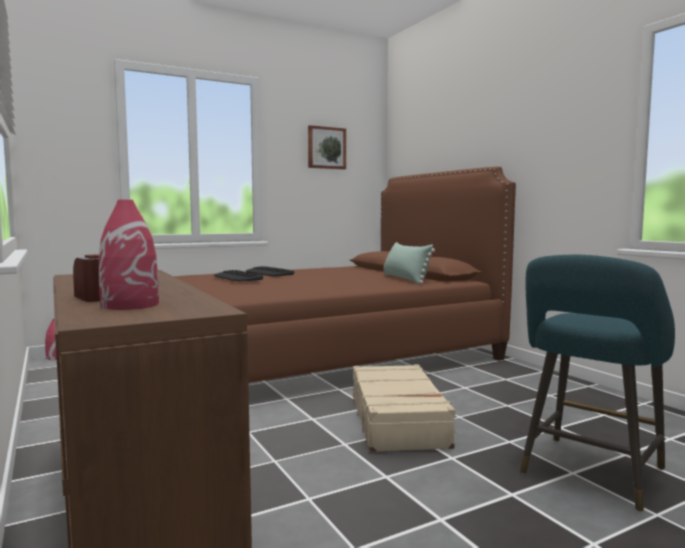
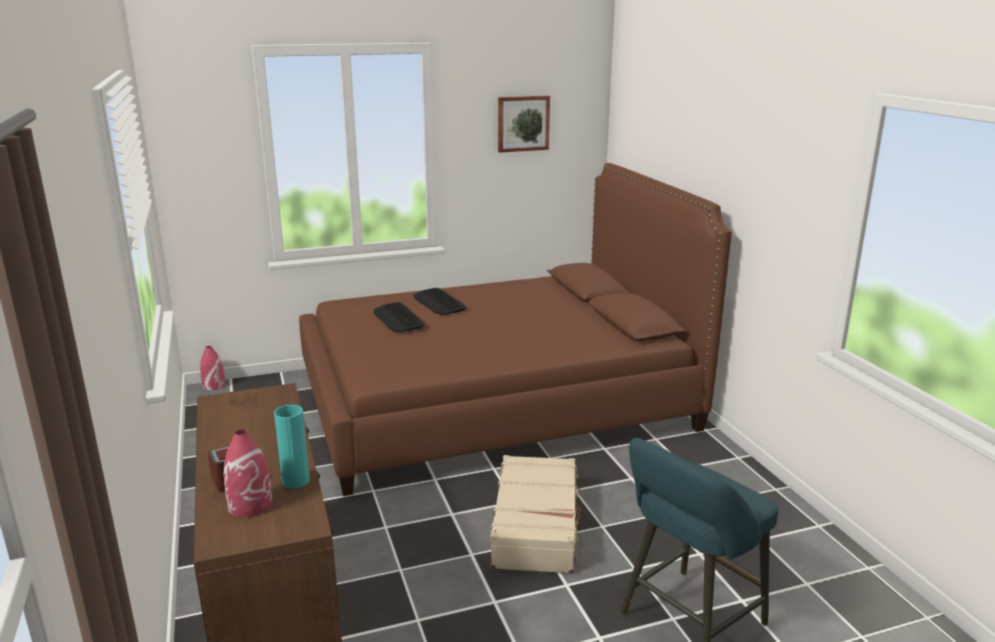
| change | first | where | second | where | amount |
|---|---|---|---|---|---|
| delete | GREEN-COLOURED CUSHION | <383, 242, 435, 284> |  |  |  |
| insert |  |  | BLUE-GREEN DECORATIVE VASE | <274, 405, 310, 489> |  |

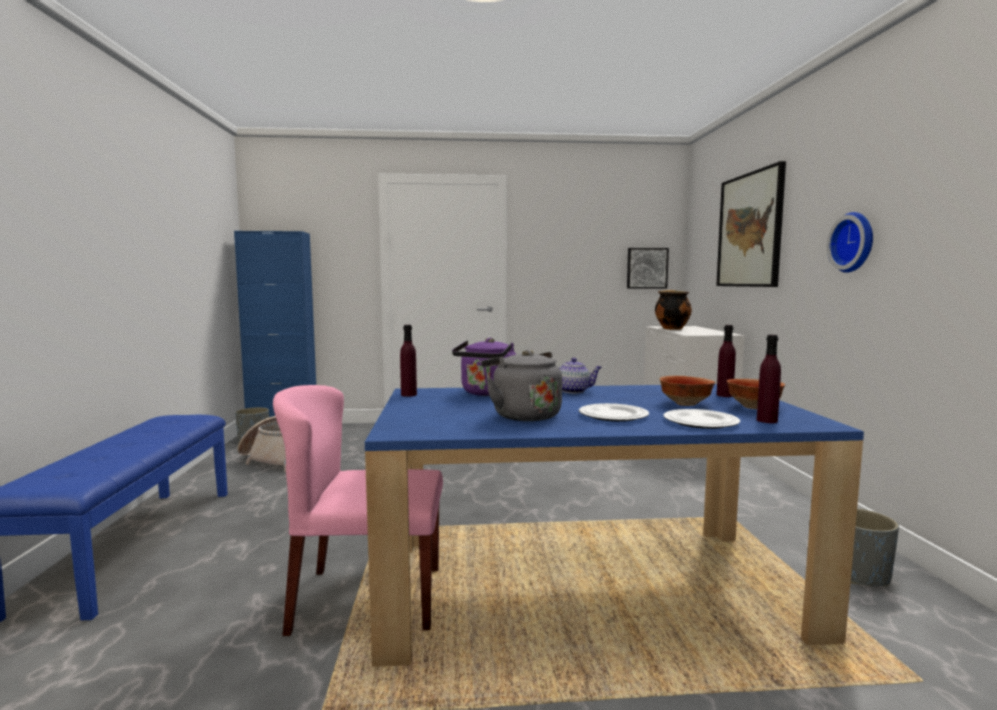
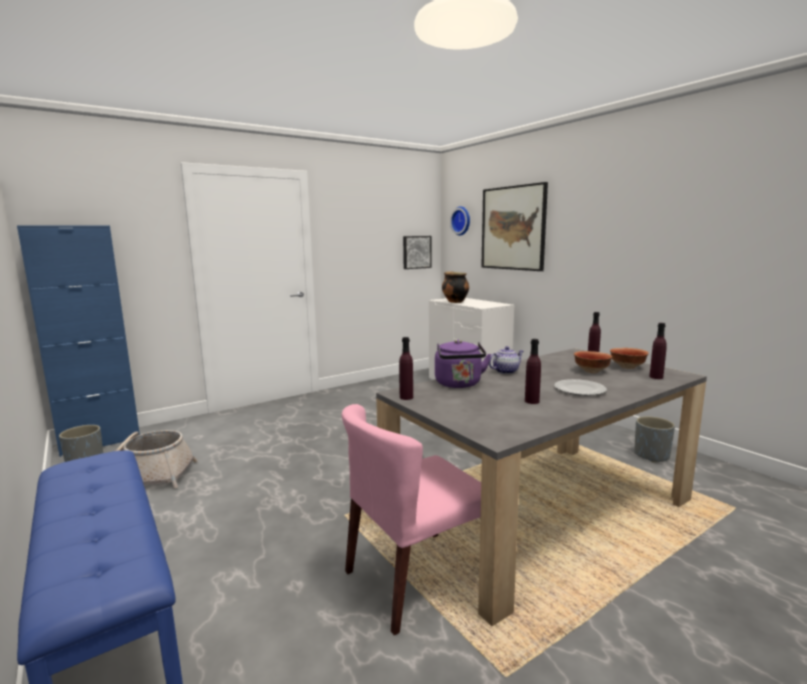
| change | first | where | second | where | amount |
|---|---|---|---|---|---|
| recolor | BLUE DINNER TABLE | <365, 384, 864, 667> | GREYISH DINNER TABLE | <376, 348, 707, 626> |  |
| replace | GREYISH KETTLE | <481, 350, 562, 421> | PURPLE-COLOURED DRINK BOTTLE | <525, 339, 541, 404> |  |
| delete | DINNER PLATE | <663, 409, 740, 429> |  |  |  |
| move | WALL CLOCK | <827, 212, 873, 273> |  | <450, 206, 470, 236> |  |

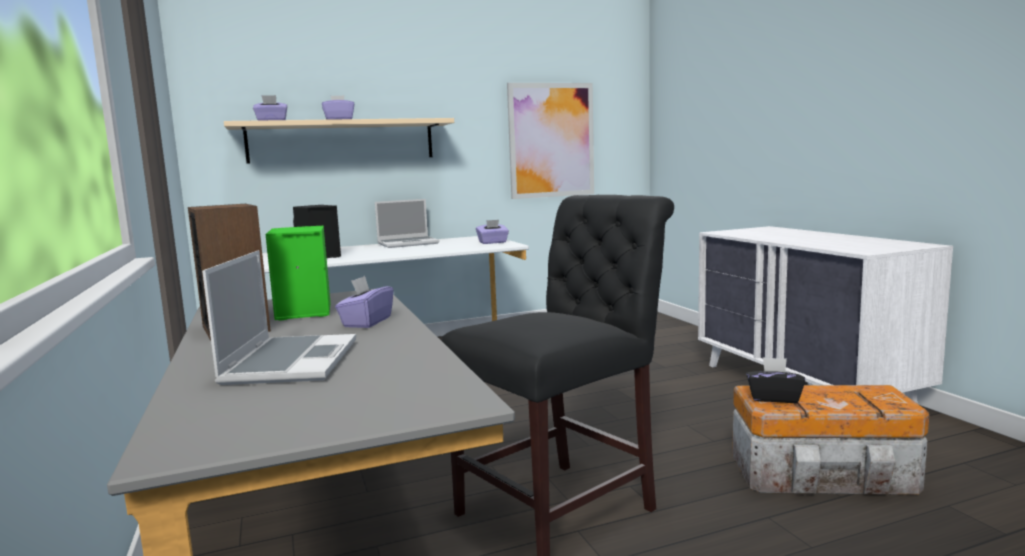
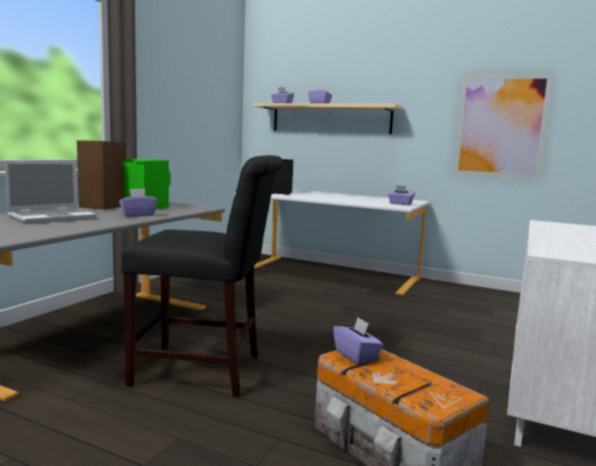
| change | first | where | second | where | amount |
|---|---|---|---|---|---|
| delete | NOTEBOOK COMPUTER | <375, 199, 440, 248> |  |  |  |
| recolor | BLACKISH BOX OF TISSUES | <746, 357, 805, 403> | PURPLE-COLOURED BOX OF TISSUES | <333, 318, 383, 365> |  |

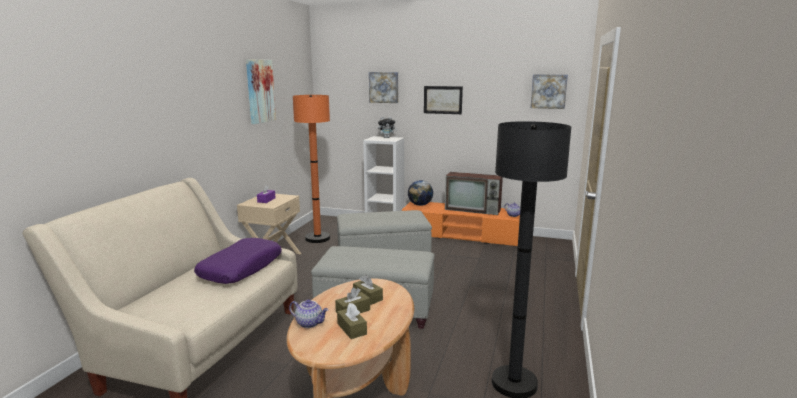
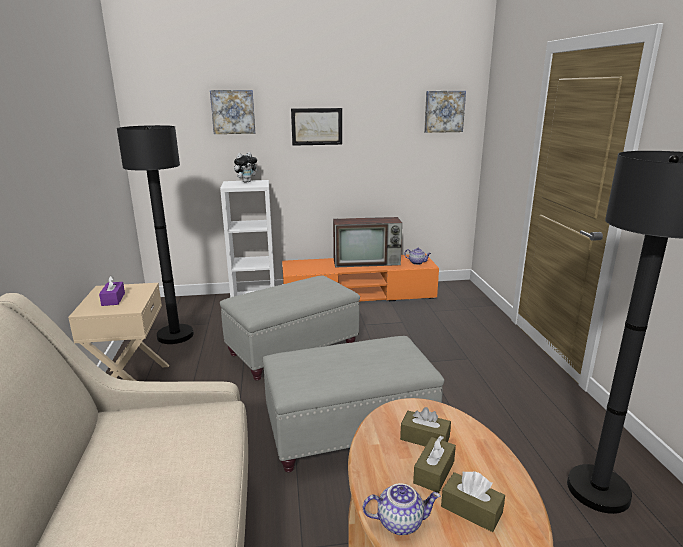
| change | first | where | second | where | amount |
|---|---|---|---|---|---|
| delete | PURPLE-COLOURED CUSHION | <194, 238, 282, 284> |  |  |  |
| delete | PICTURE | <246, 59, 276, 124> |  |  |  |
| recolor | ORANGEY FLOOR LAMP | <293, 95, 330, 243> | BLACKISH FLOOR LAMP | <117, 125, 194, 344> |  |
| delete | GLOBE | <408, 180, 433, 206> |  |  |  |

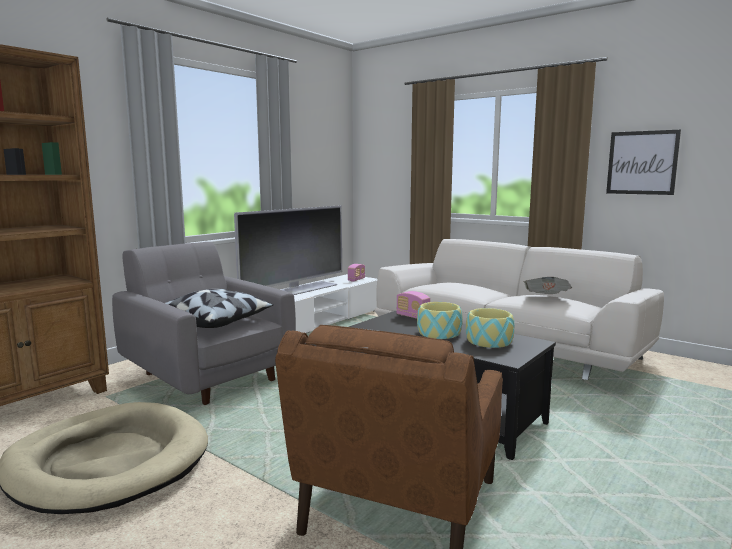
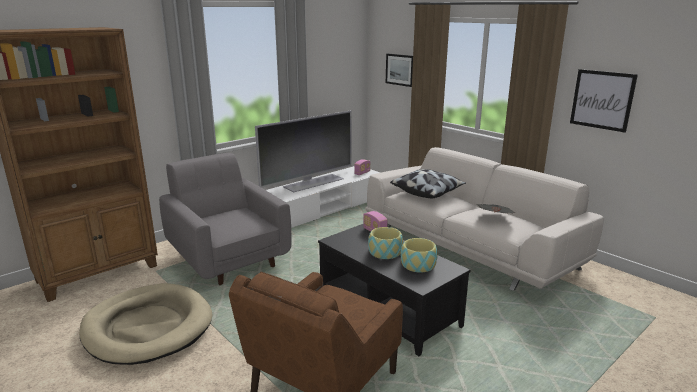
| change | first | where | second | where | amount |
|---|---|---|---|---|---|
| move | CUSHION | <165, 289, 274, 328> |  | <390, 169, 466, 198> |  |
| insert |  |  | PICTURE | <386, 54, 413, 87> |  |

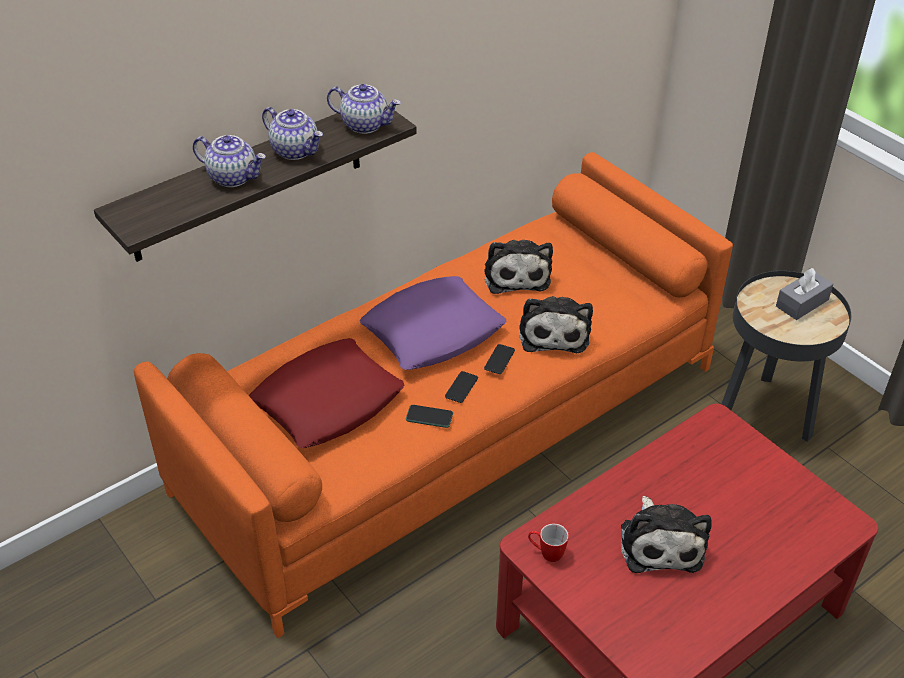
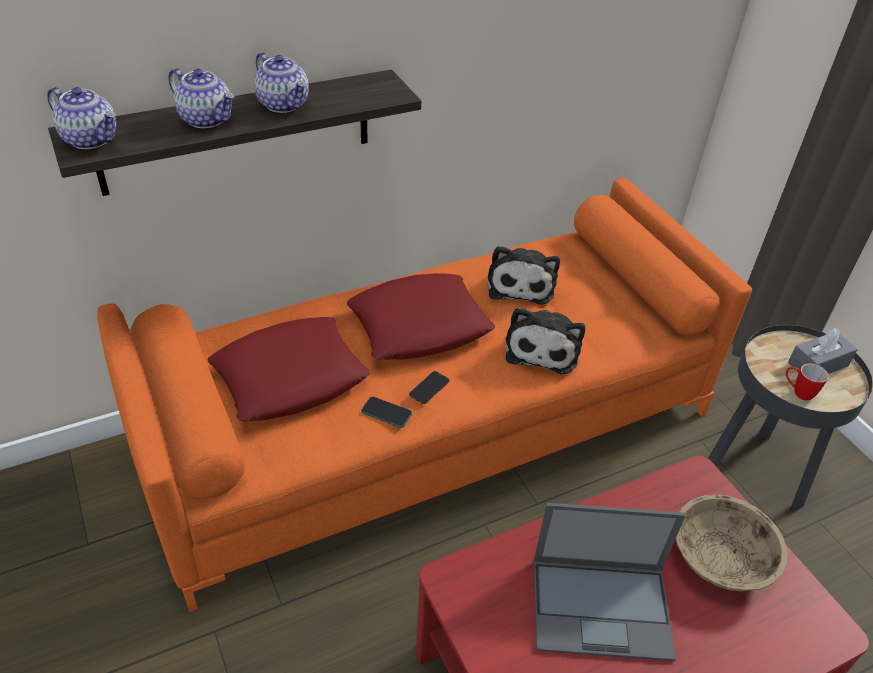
| change | first | where | second | where | amount |
|---|---|---|---|---|---|
| move | POT FOR TEA | <327, 84, 401, 134> |  | <47, 87, 116, 149> |  |
| recolor | PURPLE-COLOURED CUSHION | <360, 276, 506, 370> | RED-COLOURED CUSHION | <347, 273, 495, 360> |  |
| delete | HANDSET | <484, 344, 515, 374> |  |  |  |
| move | COFFEE MUG | <528, 523, 569, 562> |  | <786, 363, 829, 400> |  |
| replace | SOFT TOY | <621, 496, 712, 573> | NOTEBOOK COMPUTER | <533, 503, 686, 661> |  |
| insert |  |  | SAND-COLOURED DEEP DISH | <676, 494, 787, 591> |  |

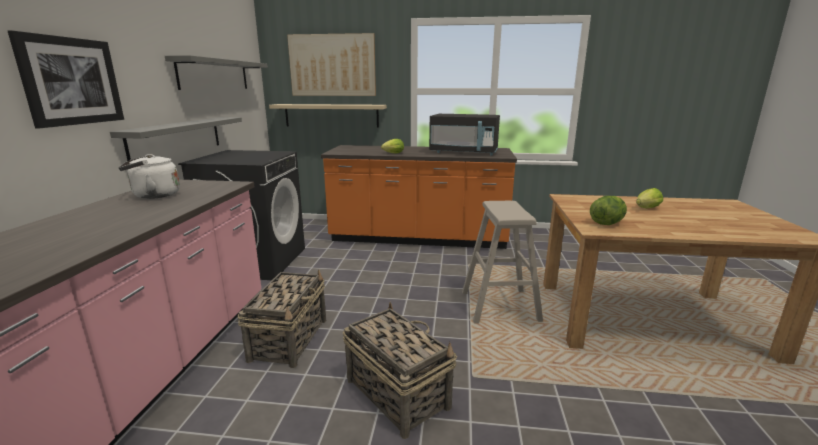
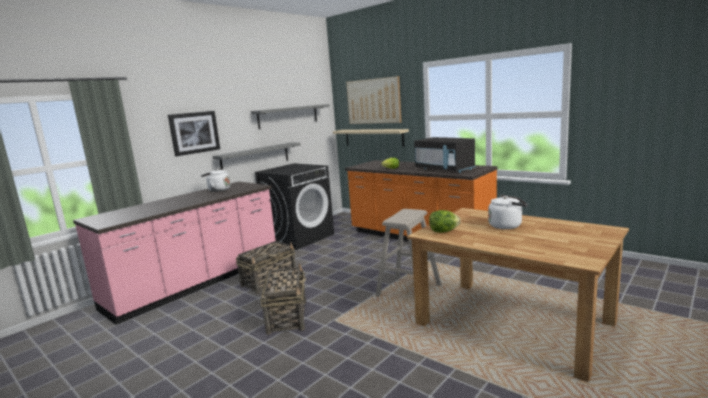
| change | first | where | second | where | amount |
|---|---|---|---|---|---|
| replace | LETTUCE | <636, 188, 663, 208> | WHITE-COLOURED KETTLE | <488, 195, 528, 229> |  |

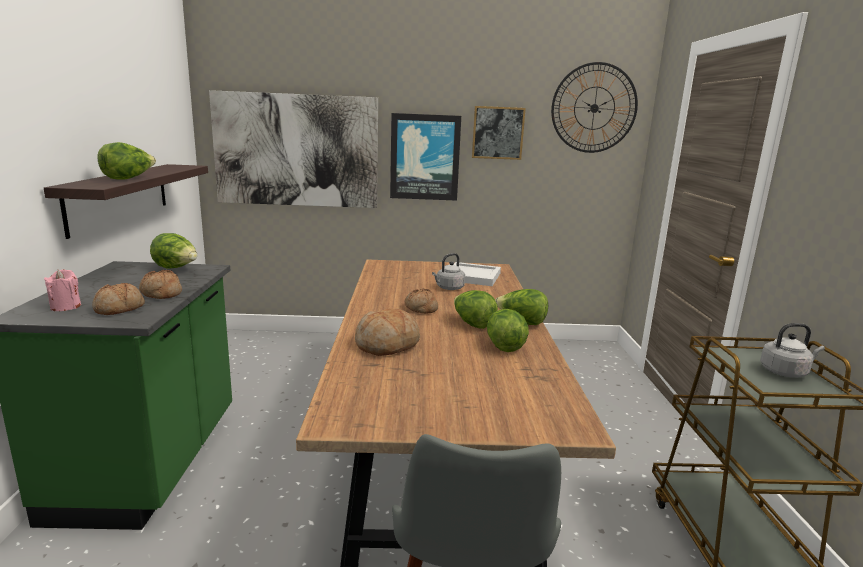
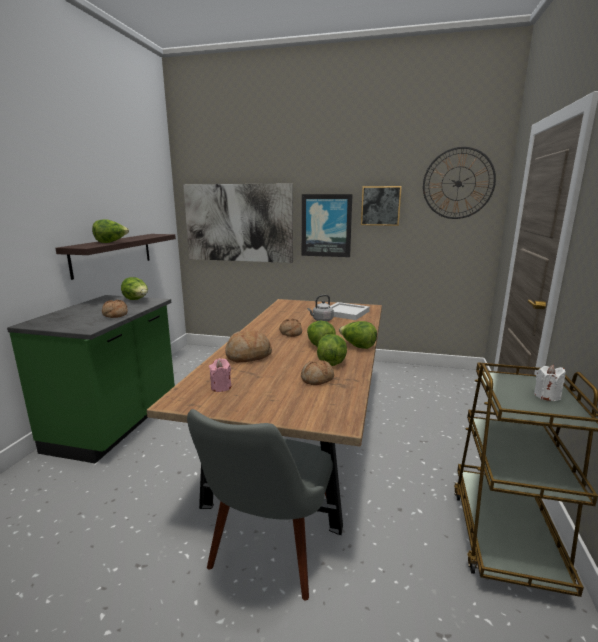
| change | first | where | second | where | amount |
|---|---|---|---|---|---|
| move | PINK CANDLE | <44, 269, 81, 311> |  | <209, 358, 231, 392> |  |
| move | BAKERY BREAD | <92, 283, 145, 315> |  | <301, 360, 334, 385> |  |
| replace | GREYISH KETTLE | <760, 323, 825, 378> | WHITE-COLOURED CANDLE | <534, 365, 565, 401> |  |

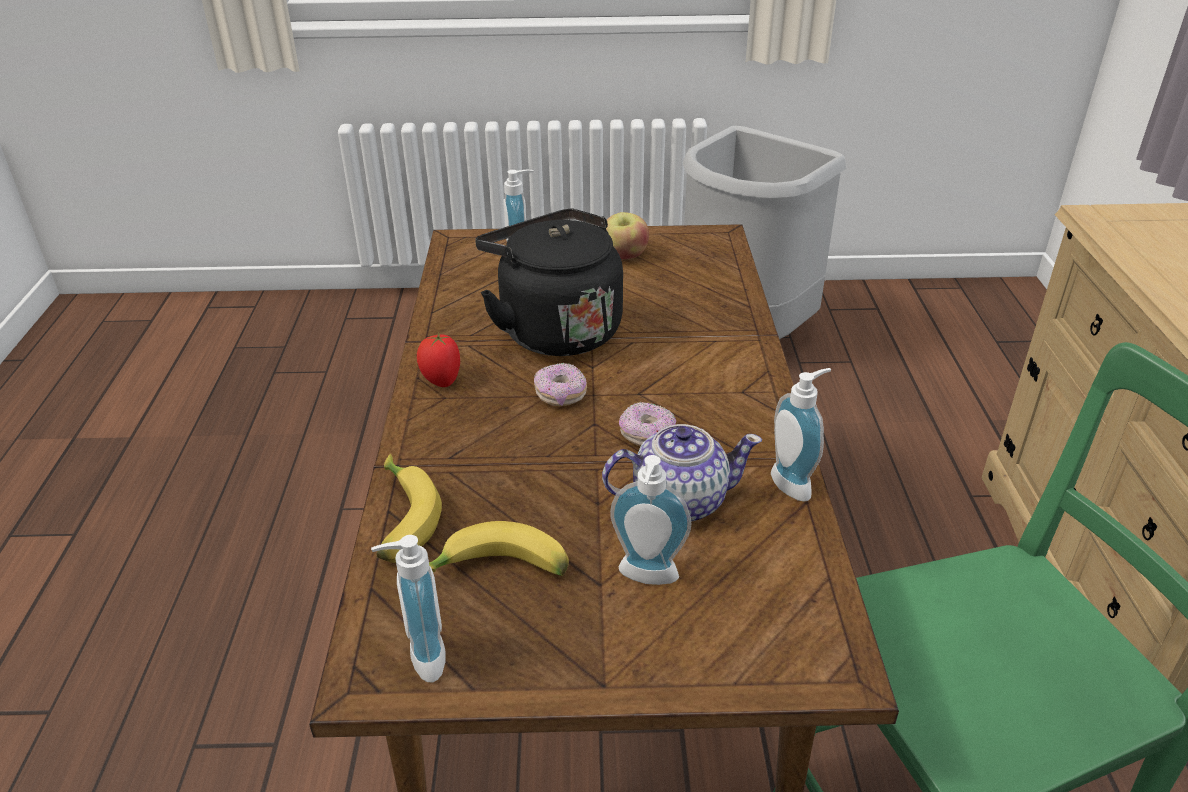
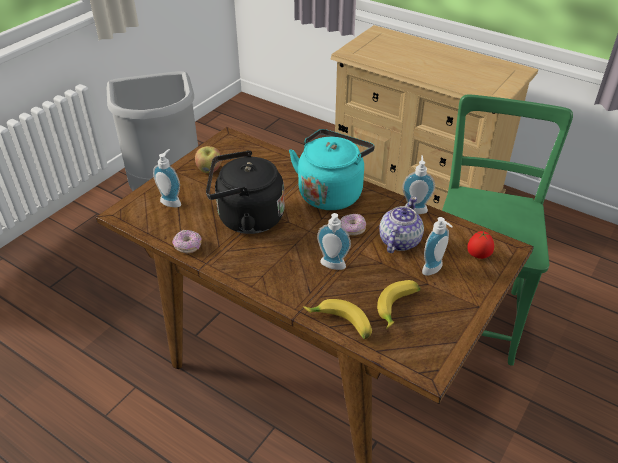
| change | first | where | second | where | amount |
|---|---|---|---|---|---|
| move | SOAP BOTTLE | <371, 535, 446, 682> |  | <317, 213, 351, 270> |  |
| move | FRESH TOMATO | <417, 333, 460, 387> |  | <467, 231, 494, 259> |  |
| move | DONUT | <534, 363, 587, 406> |  | <172, 230, 202, 254> |  |
| insert |  |  | BLUE-GREEN KETTLE | <289, 129, 375, 210> |  |

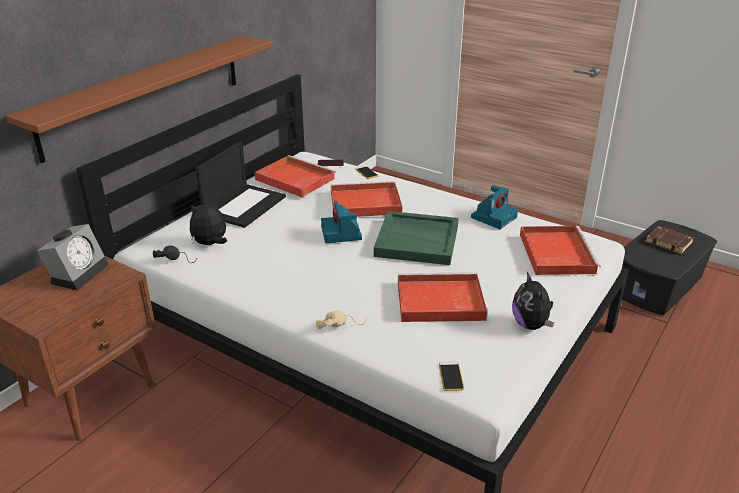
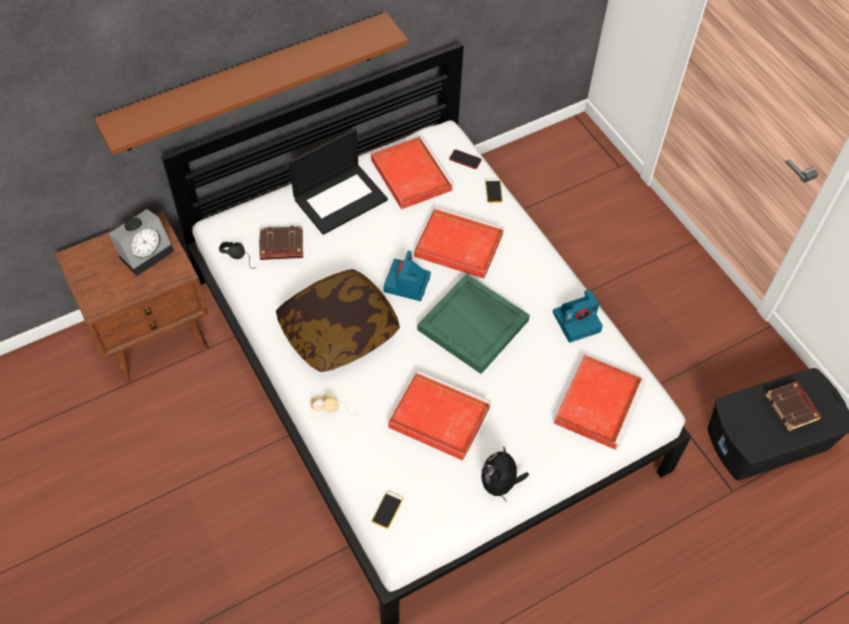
| change | first | where | second | where | amount |
|---|---|---|---|---|---|
| replace | SOFT TOY | <190, 199, 227, 245> | BROWNISH VOLUME | <259, 226, 303, 260> |  |
| insert |  |  | CUSHION | <276, 269, 400, 372> |  |

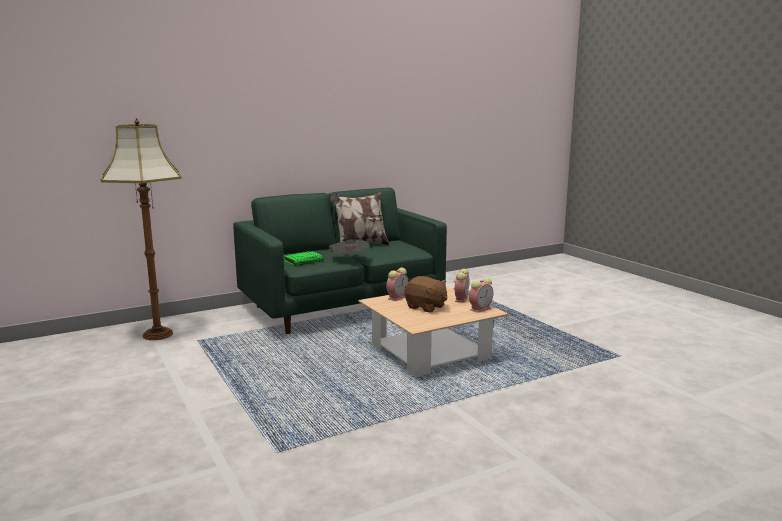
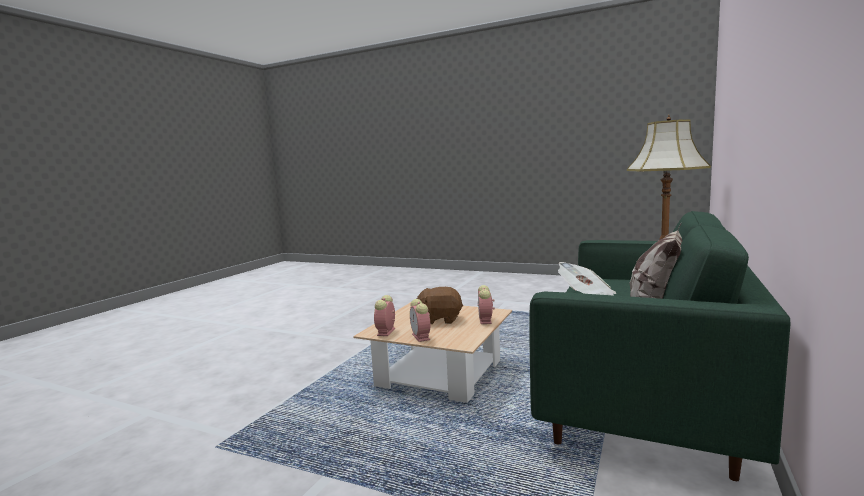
| change | first | where | second | where | amount |
|---|---|---|---|---|---|
| delete | GREEN-COLOURED VOLUME | <284, 251, 324, 266> |  |  |  |

